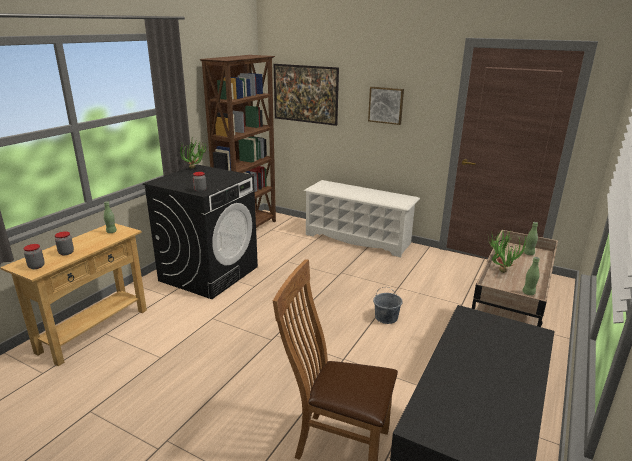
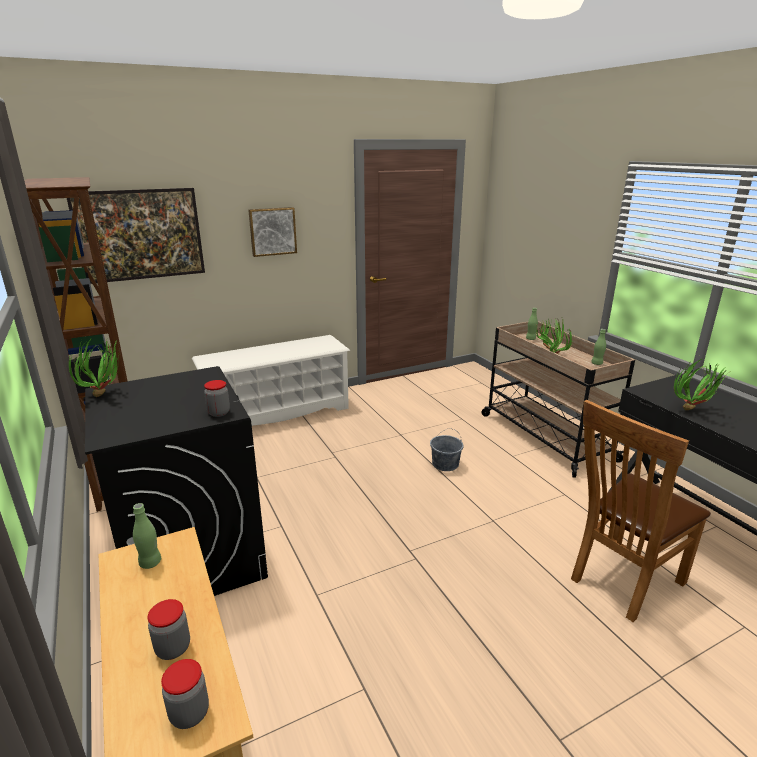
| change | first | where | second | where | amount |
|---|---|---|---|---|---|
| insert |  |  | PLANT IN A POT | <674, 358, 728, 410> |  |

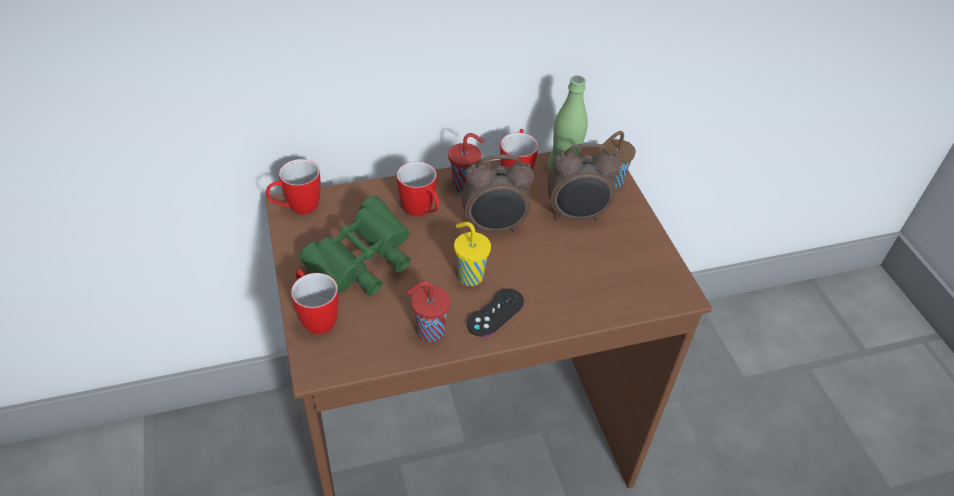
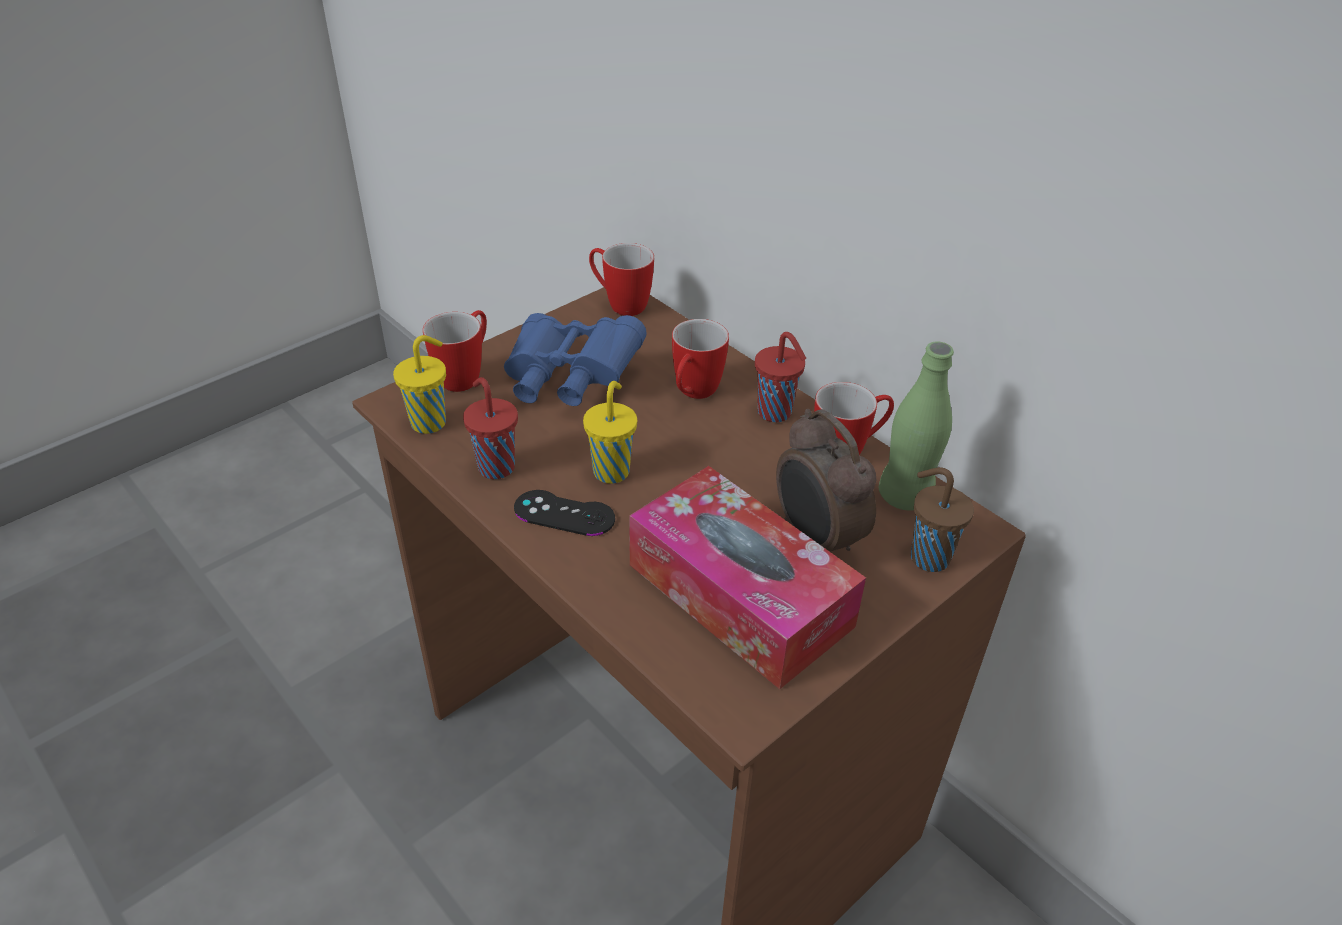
| change | first | where | second | where | amount |
|---|---|---|---|---|---|
| recolor | GREEN-COLOURED PAIR OF BINOCULARS | <300, 196, 411, 296> | BLUE PAIR OF BINOCULARS | <504, 313, 647, 406> |  |
| delete | BEDSIDE CLOCK | <462, 154, 534, 232> |  |  |  |
| insert |  |  | YELLOW SMALL CUP | <393, 335, 446, 434> |  |
| insert |  |  | BOX OF TISSUES | <629, 466, 866, 689> |  |

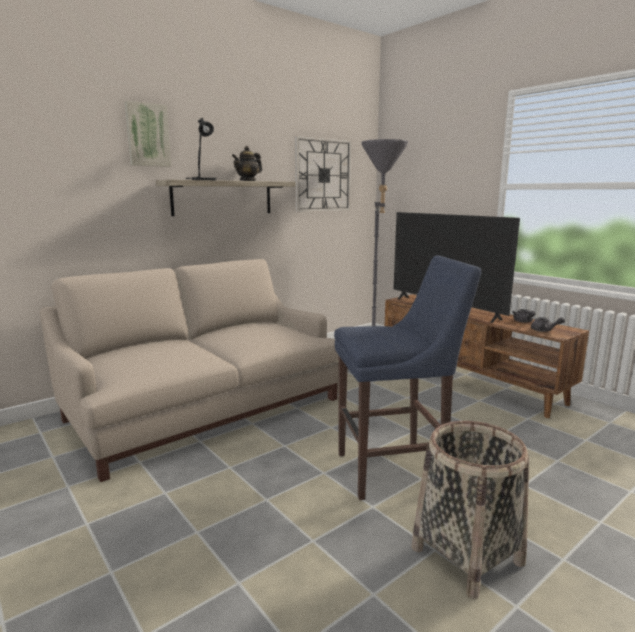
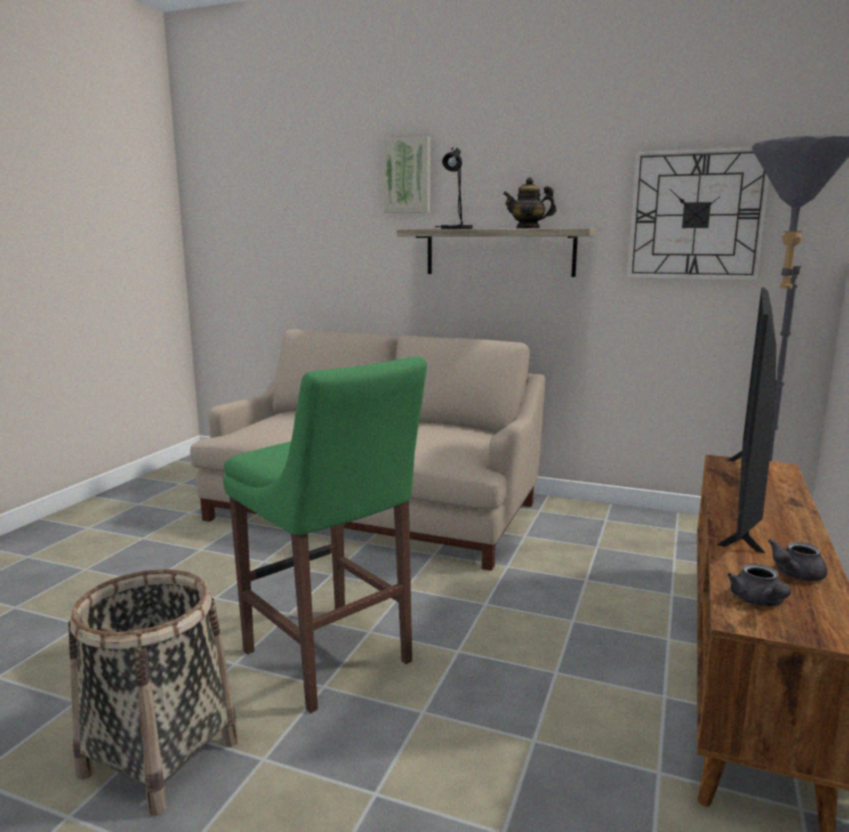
| change | first | where | second | where | amount |
|---|---|---|---|---|---|
| recolor | BLUE SITTING STOOL | <334, 255, 481, 500> | GREEN-COLOURED SITTING STOOL | <223, 357, 427, 713> |  |

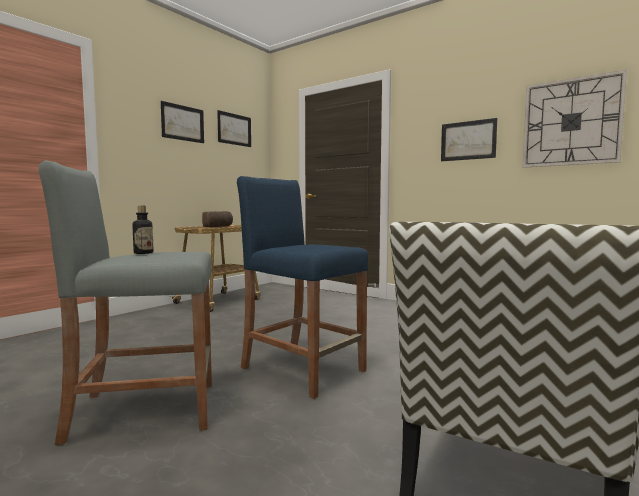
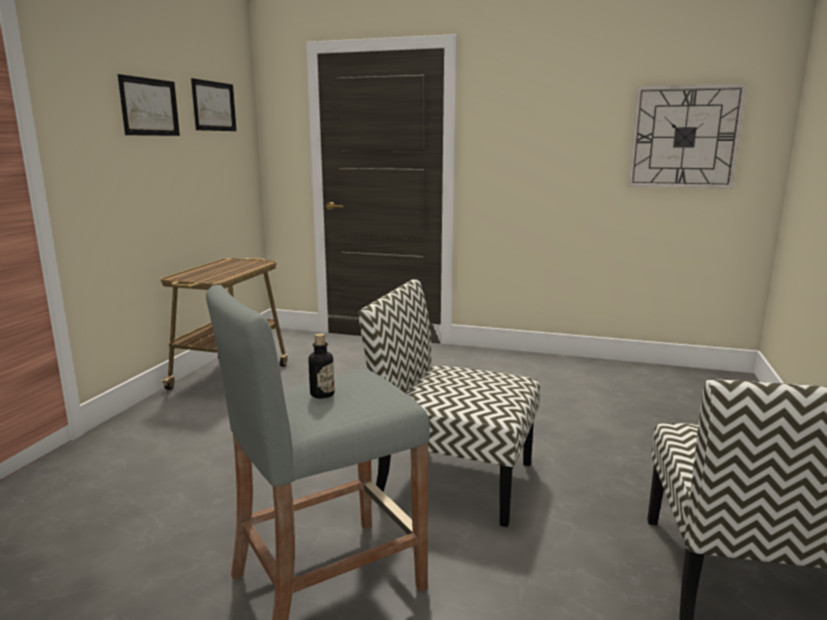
| change | first | where | second | where | amount |
|---|---|---|---|---|---|
| delete | BAKERY BREAD | <202, 211, 233, 227> |  |  |  |
| replace | BLUE SITTING STOOL | <237, 176, 368, 399> | CHAIR | <359, 279, 540, 527> |  |
| delete | PICTURE | <441, 118, 497, 161> |  |  |  |

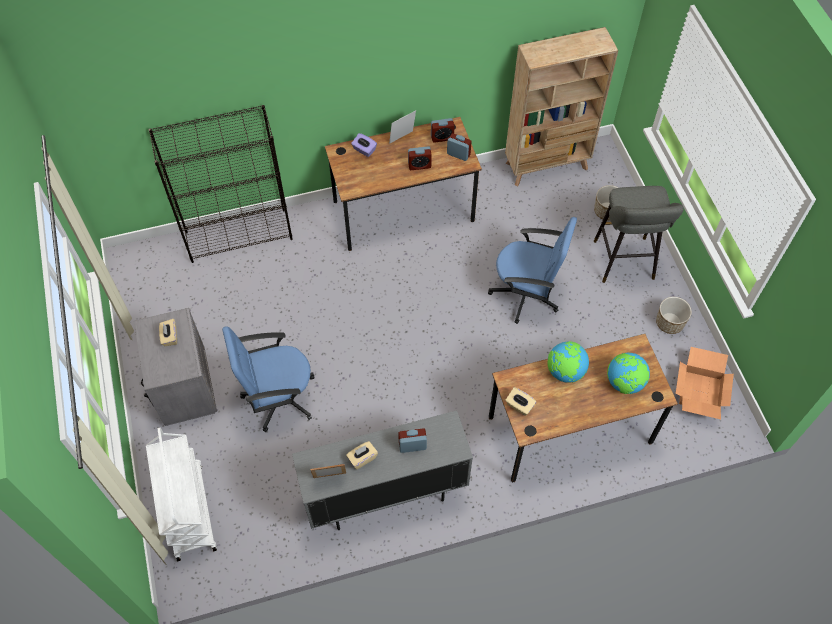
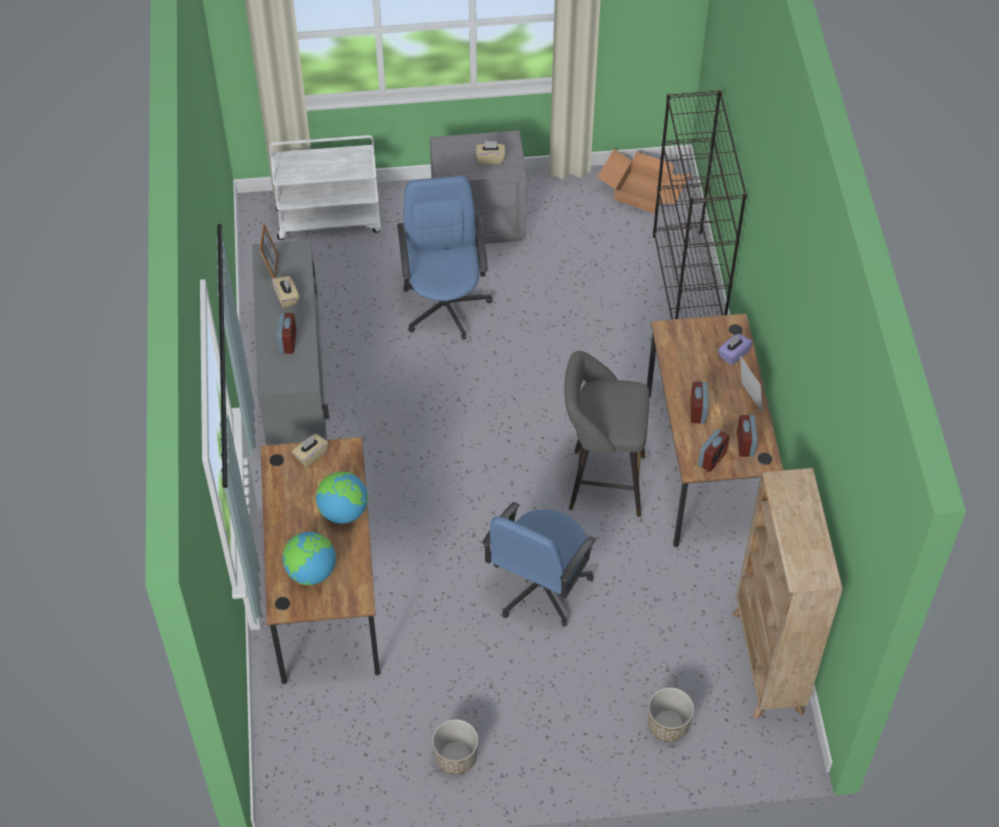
| change | first | where | second | where | amount |
|---|---|---|---|---|---|
| move | GREYISH SITTING STOOL | <594, 186, 684, 283> |  | <564, 351, 649, 517> |  |
| move | CARDBOARD BOX | <676, 347, 734, 419> |  | <597, 149, 690, 213> |  |

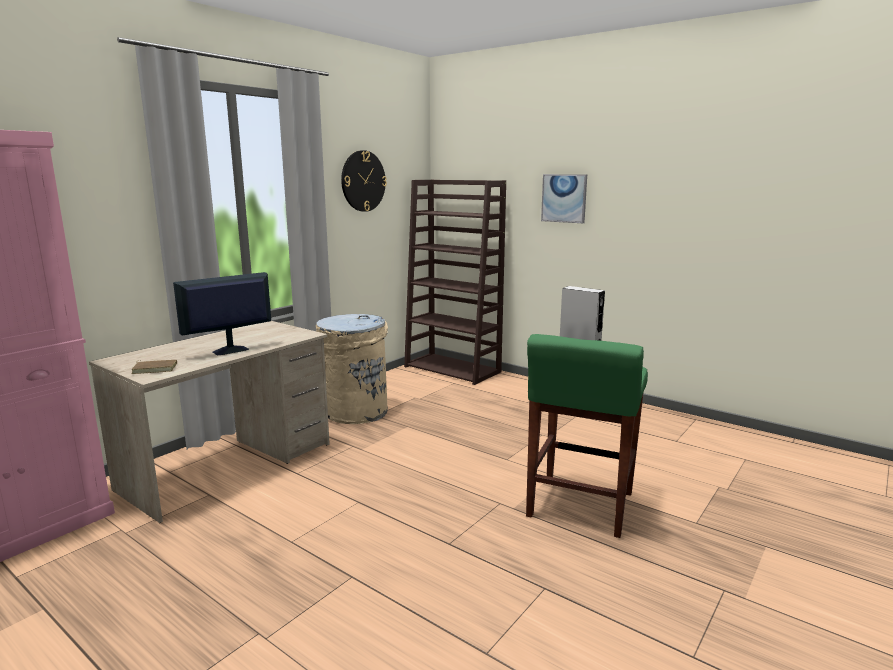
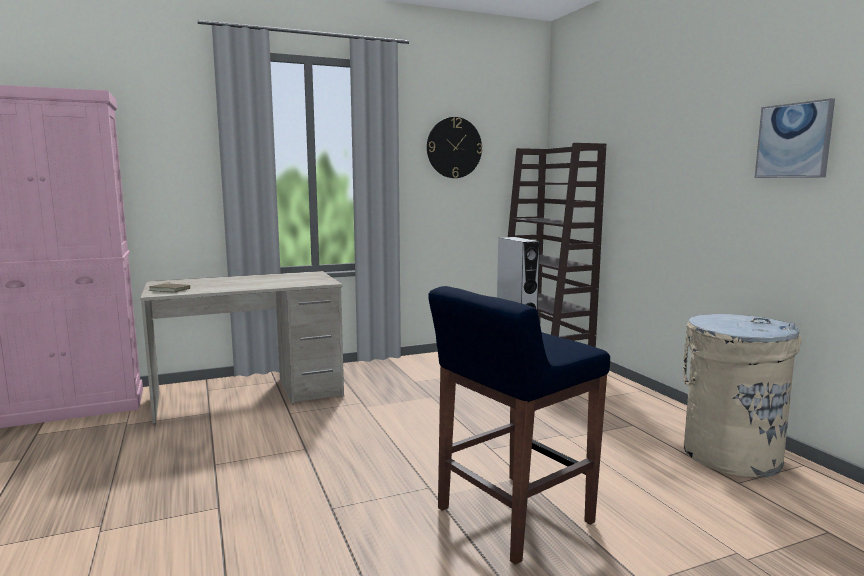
| change | first | where | second | where | amount |
|---|---|---|---|---|---|
| delete | COMPUTER SCREEN | <173, 272, 271, 355> |  |  |  |
| move | SAND-COLOURED WASTE BIN | <316, 314, 388, 424> |  | <683, 314, 802, 477> |  |
| recolor | GREEN-COLOURED SITTING STOOL | <526, 334, 648, 538> | BLUE SITTING STOOL | <428, 286, 610, 565> |  |
| move | PICTURE | <541, 174, 587, 223> |  | <755, 98, 835, 178> |  |

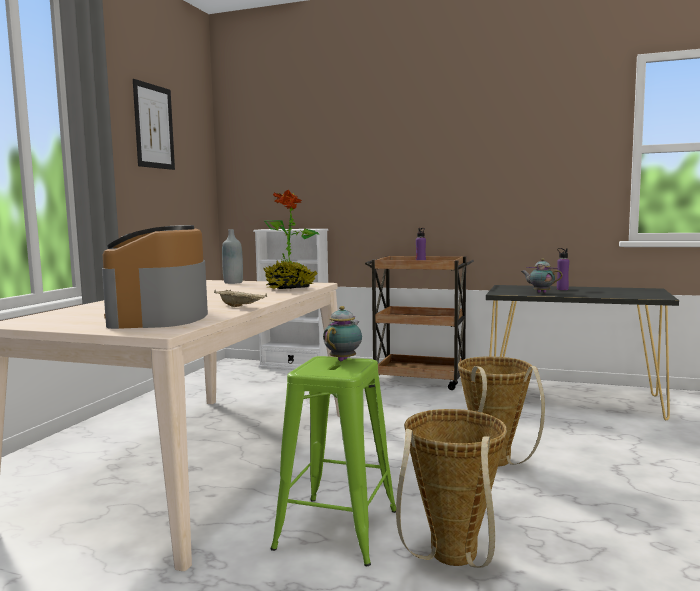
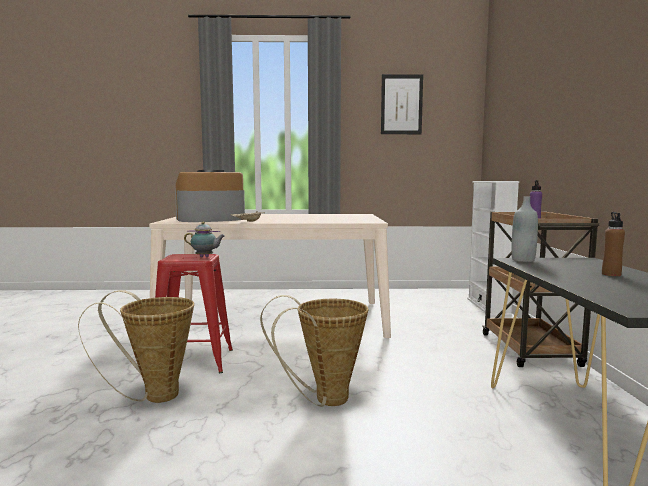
| change | first | where | second | where | amount |
|---|---|---|---|---|---|
| move | GREYISH DRINK BOTTLE | <222, 229, 243, 284> |  | <511, 196, 538, 262> |  |
| delete | PLANT IN A POT | <263, 189, 319, 289> |  |  |  |
| recolor | GREEN-COLOURED SITTING STOOL | <271, 356, 396, 566> | RED-COLOURED SITTING STOOL | <155, 254, 233, 374> |  |
| delete | POT FOR TEA | <521, 259, 563, 293> |  |  |  |
| recolor | PURPLE-COLOURED DRINK BOTTLE | <557, 248, 569, 290> | BROWNISH DRINK BOTTLE | <602, 212, 625, 276> |  |

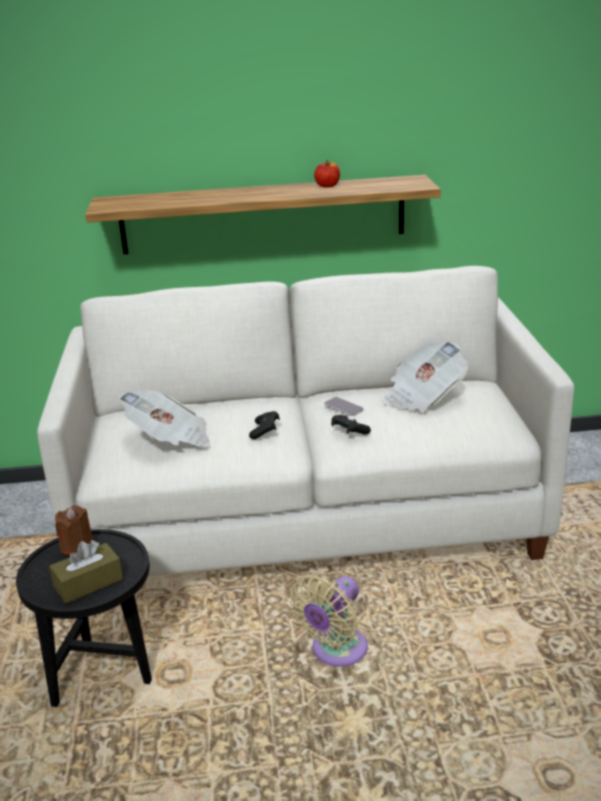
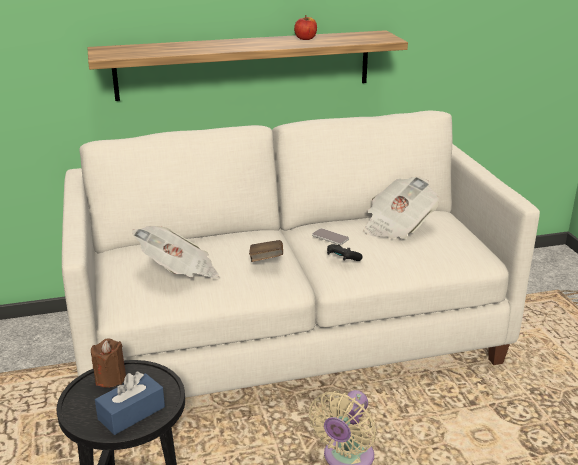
| change | first | where | second | where | amount |
|---|---|---|---|---|---|
| recolor | BROWNISH BOX OF TISSUES | <49, 540, 123, 603> | BLUE BOX OF TISSUES | <95, 372, 165, 435> |  |
| replace | BLACKISH JOYPAD | <249, 411, 280, 439> | BROWNISH VOLUME | <249, 240, 283, 262> |  |

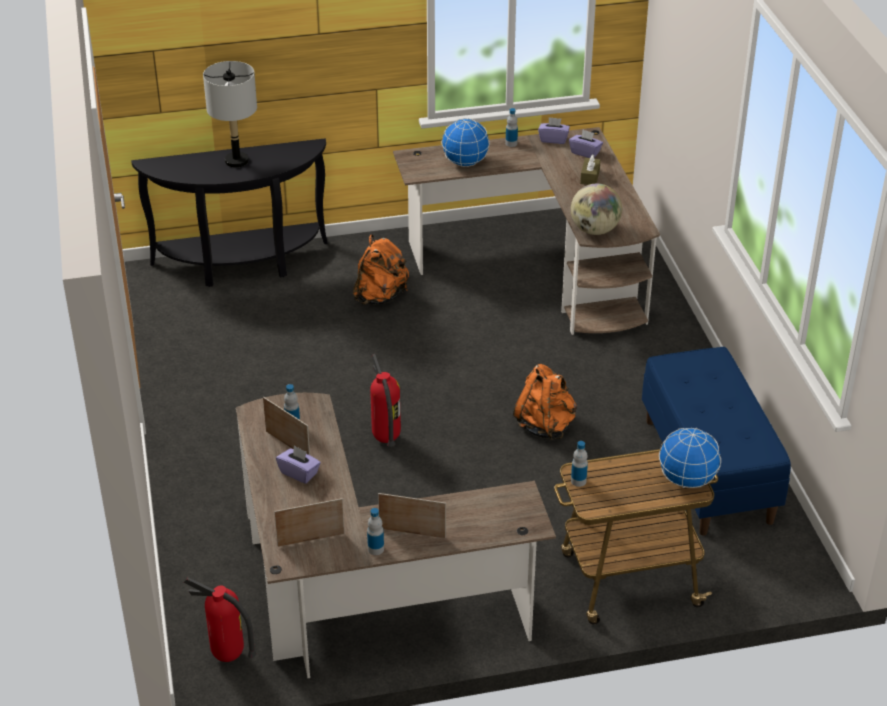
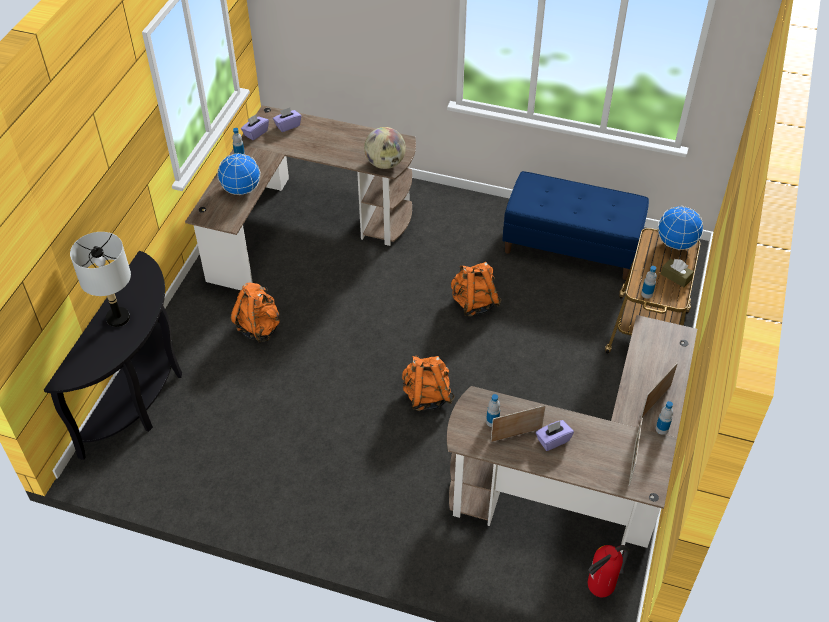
| change | first | where | second | where | amount |
|---|---|---|---|---|---|
| replace | FIRE-FIGHTING CYLINDER | <370, 354, 401, 447> | ORANGEY BACKPACK | <402, 355, 455, 411> |  |
| move | BROWNISH BOX OF TISSUES | <580, 155, 601, 185> |  | <661, 258, 694, 287> |  |

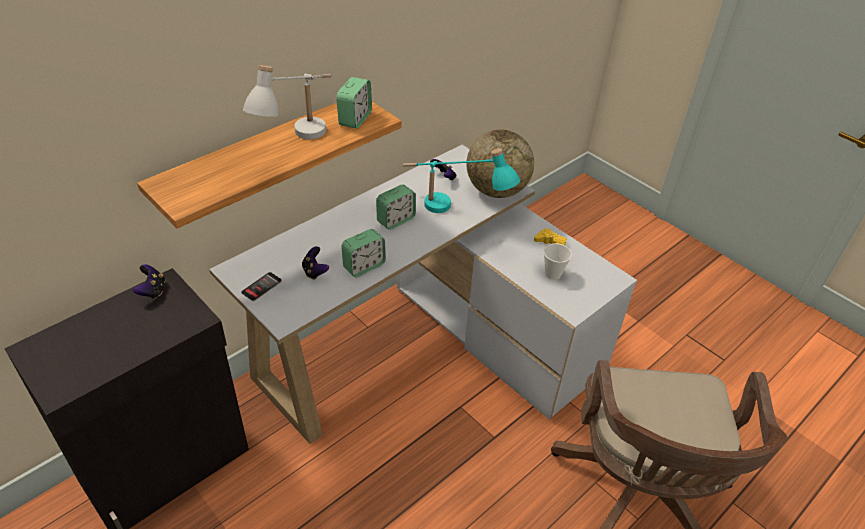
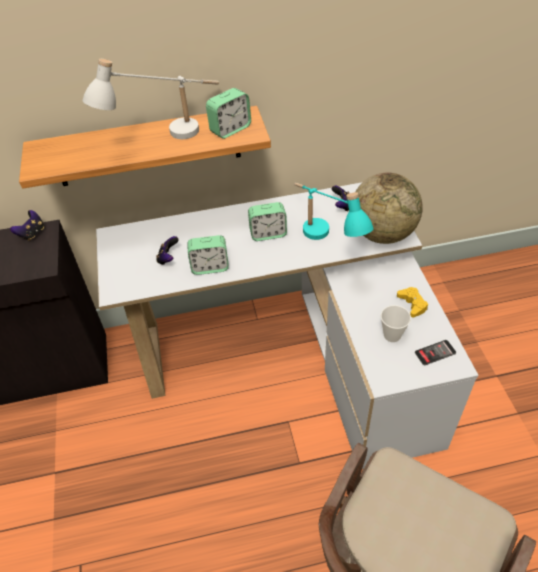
| change | first | where | second | where | amount |
|---|---|---|---|---|---|
| move | HANDSET | <241, 272, 282, 301> |  | <415, 340, 456, 365> |  |

